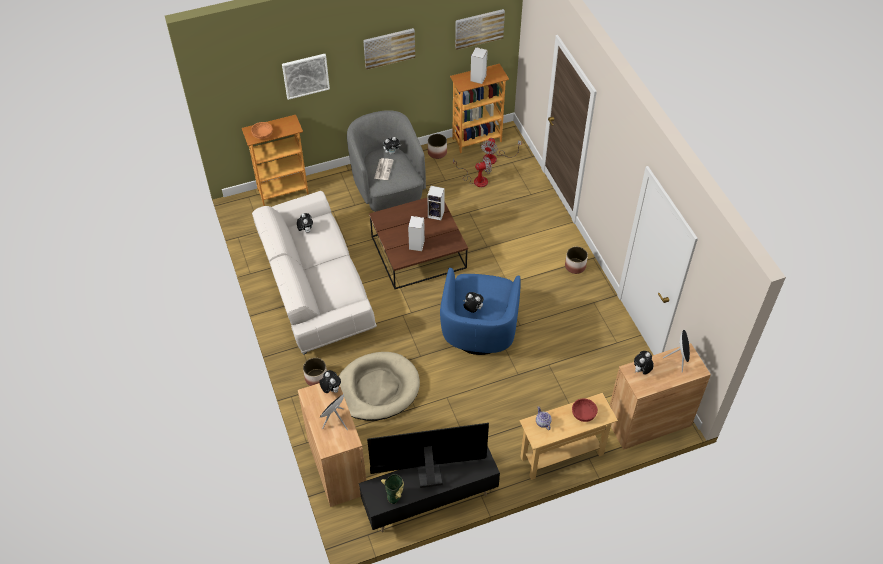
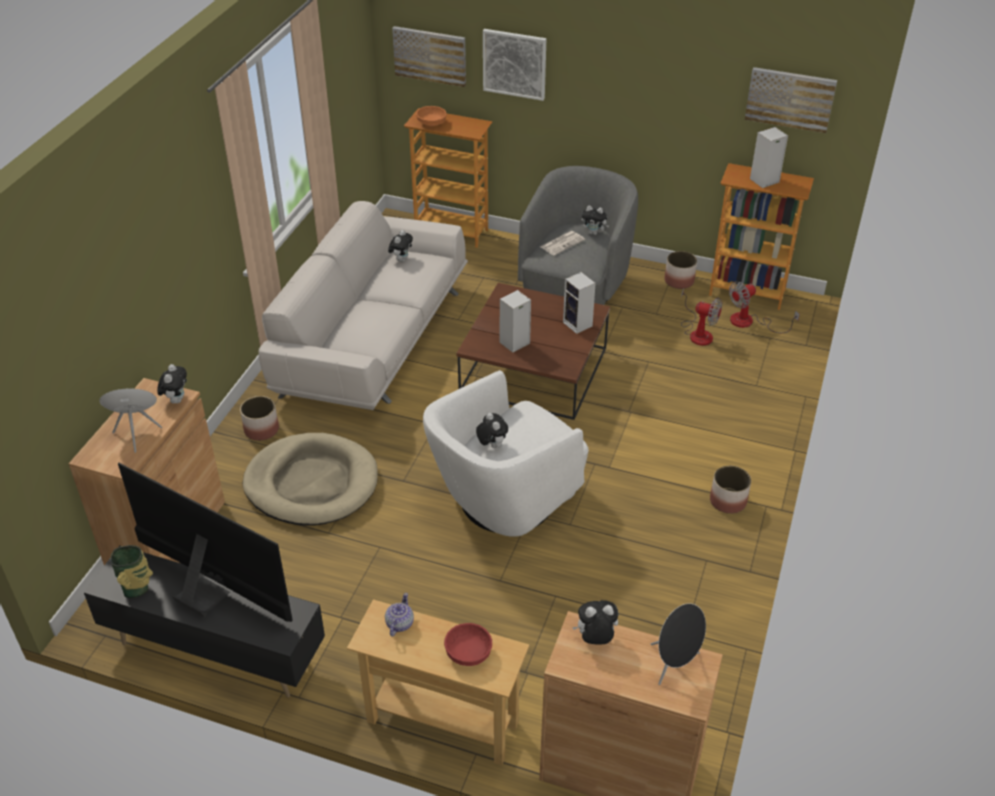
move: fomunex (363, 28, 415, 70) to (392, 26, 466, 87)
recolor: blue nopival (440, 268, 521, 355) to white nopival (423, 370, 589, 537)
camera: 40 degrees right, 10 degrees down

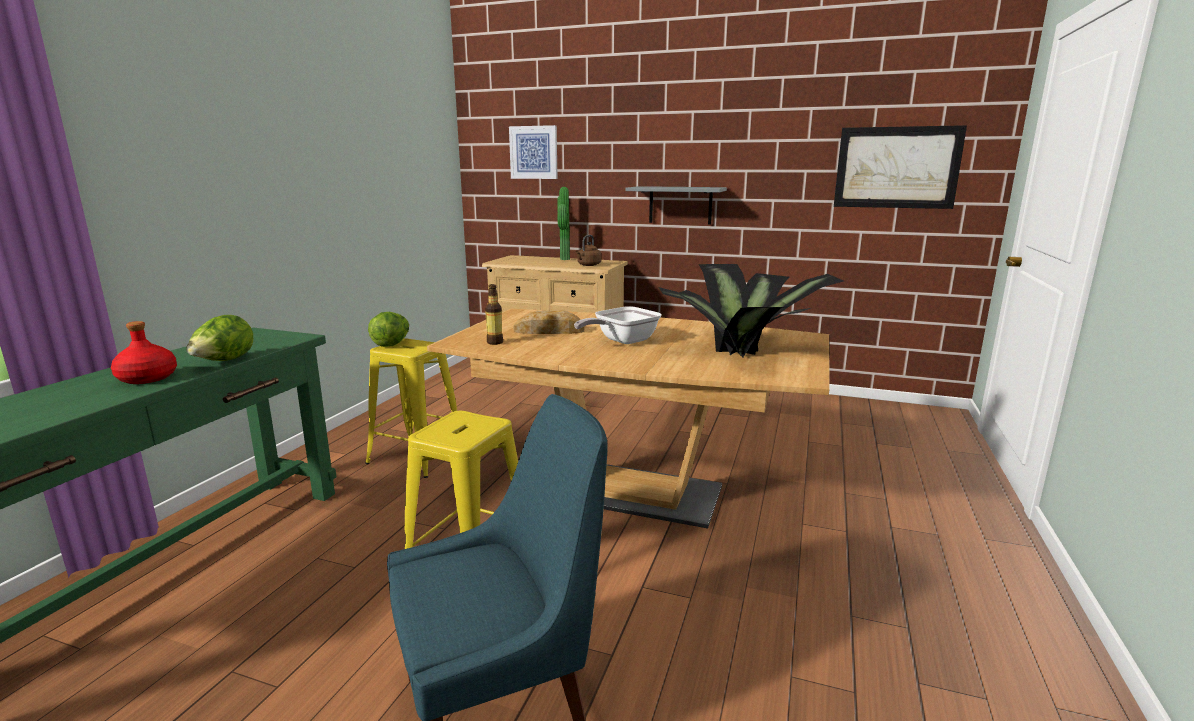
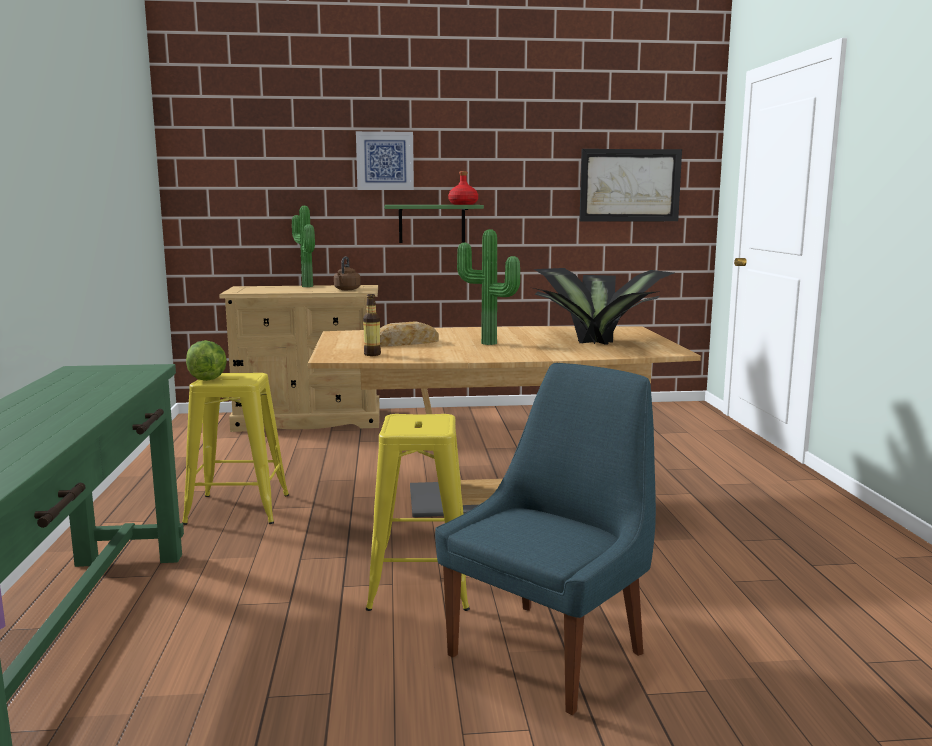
delete: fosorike (186, 315, 253, 361)
move: fomunex (509, 125, 558, 179) to (356, 131, 414, 190); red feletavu (111, 321, 177, 384) to (448, 171, 478, 205)
replace: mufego (574, 306, 662, 344) to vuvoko (457, 229, 520, 345)
recolor: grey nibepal (626, 186, 727, 225) to green nibepal (384, 205, 484, 243)
camera: 25 degrees left, 5 degrees down

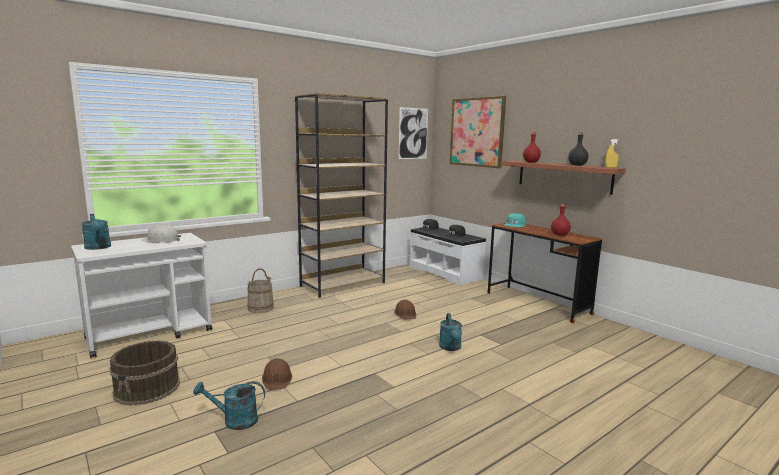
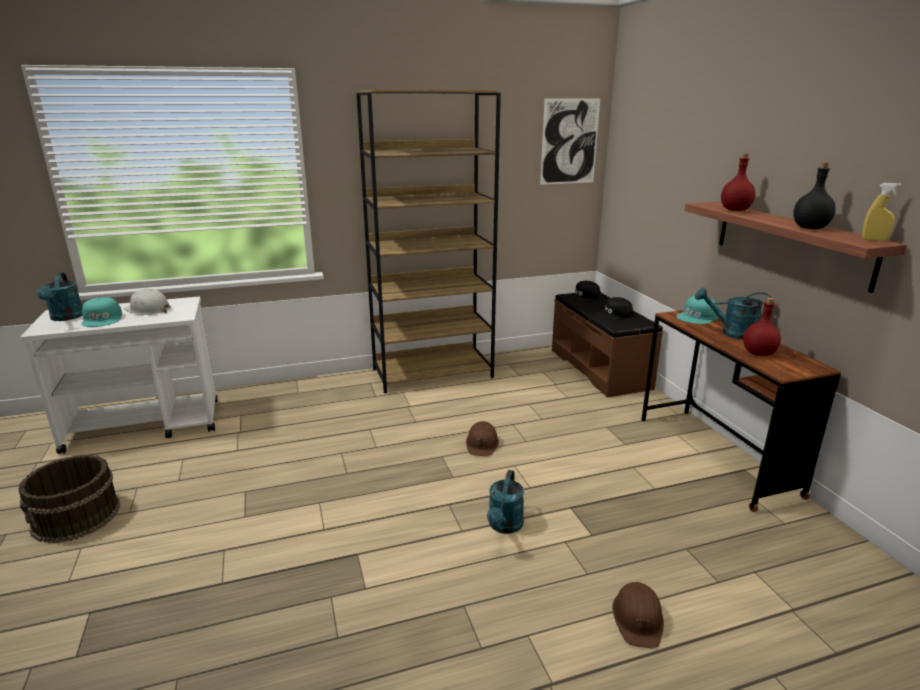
delete: fomunex (449, 96, 506, 168); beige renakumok (247, 268, 274, 313)
insert: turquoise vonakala (81, 297, 122, 327)
move: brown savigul (262, 358, 292, 390) to (612, 582, 664, 648); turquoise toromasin (193, 381, 265, 430) to (695, 287, 771, 340)
recolor: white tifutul (410, 228, 486, 285) to brown tifutul (552, 293, 663, 397)
camera: 20 degrees right, 10 degrees up

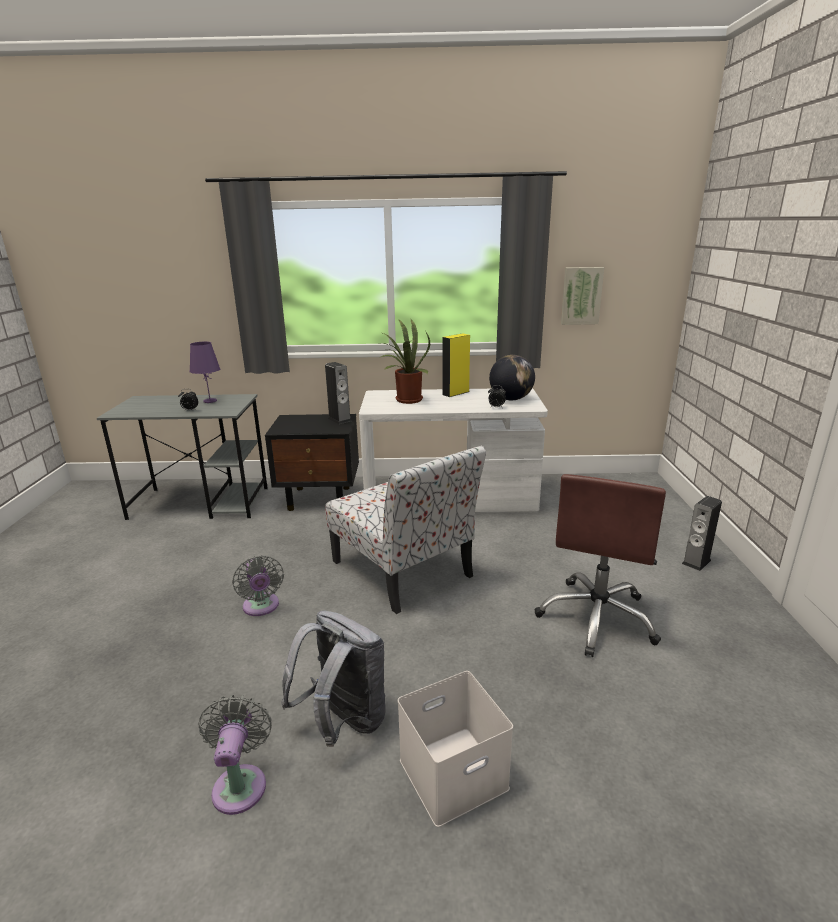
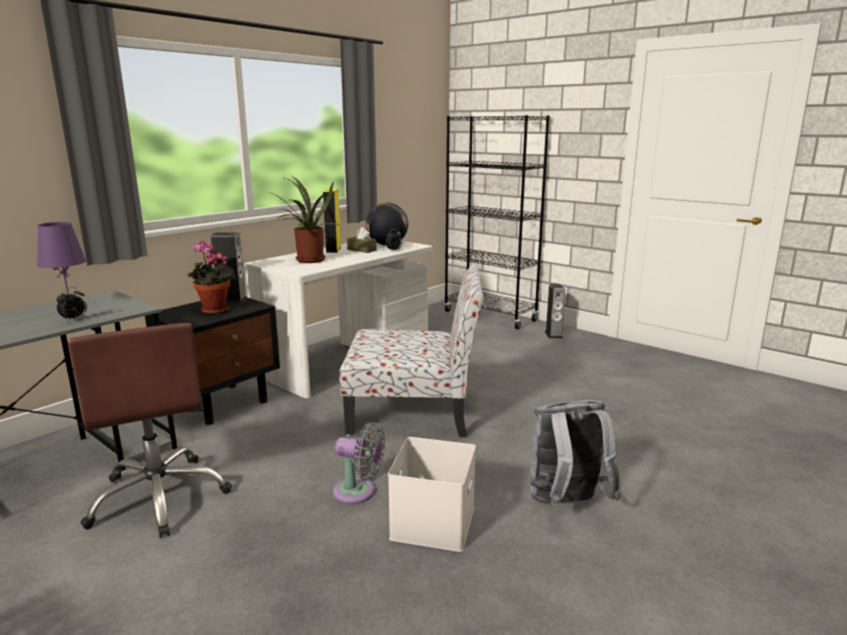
delete: fomunex (561, 267, 604, 325); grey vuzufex (199, 695, 272, 815)
insert: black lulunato (444, 115, 550, 329); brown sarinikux (347, 227, 377, 253); vuvoko (188, 241, 233, 314)
move: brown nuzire (535, 474, 666, 657) to (68, 323, 232, 538); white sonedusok (398, 671, 513, 827) to (388, 437, 476, 552)
camera: 50 degrees left, 5 degrees down

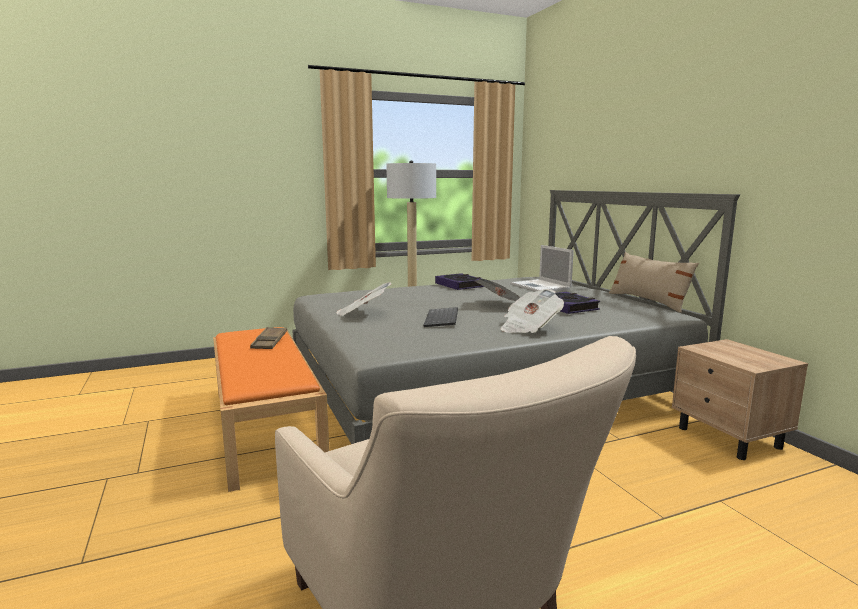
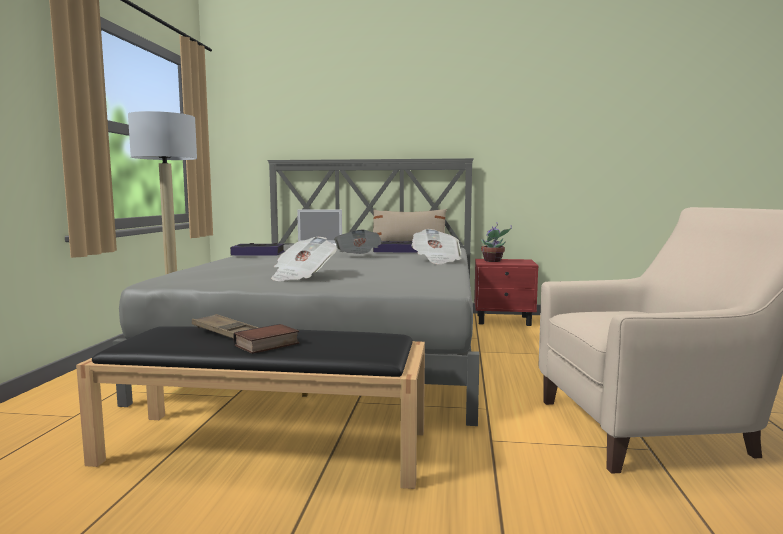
delete: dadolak (424, 307, 458, 327)
insert: vuvoko (481, 222, 512, 262); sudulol (233, 324, 299, 354)
recolor: orange tifutul (213, 327, 329, 492) to black tifutul (76, 326, 425, 489); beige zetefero (672, 339, 808, 460) to red zetefero (474, 259, 538, 326)
camera: 60 degrees left, 5 degrees down

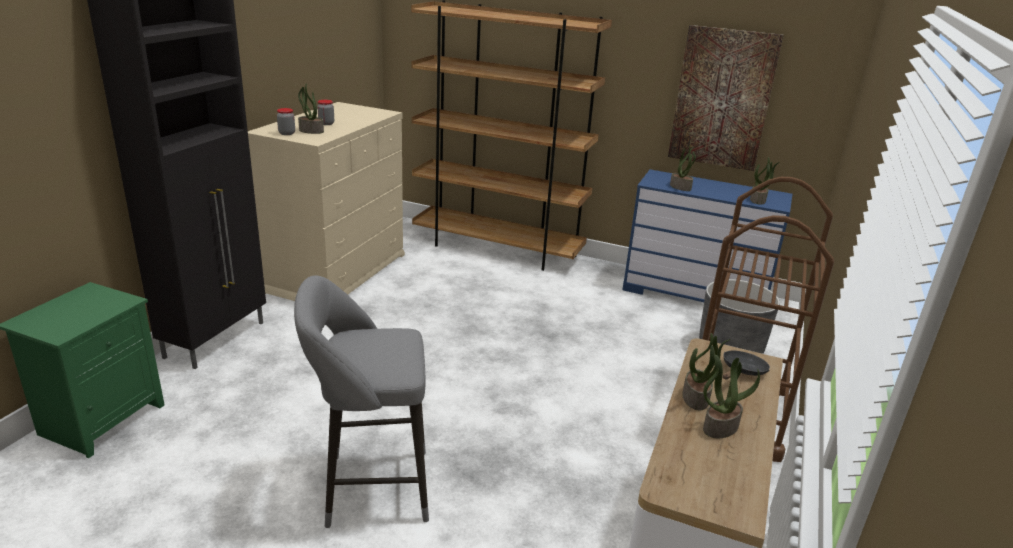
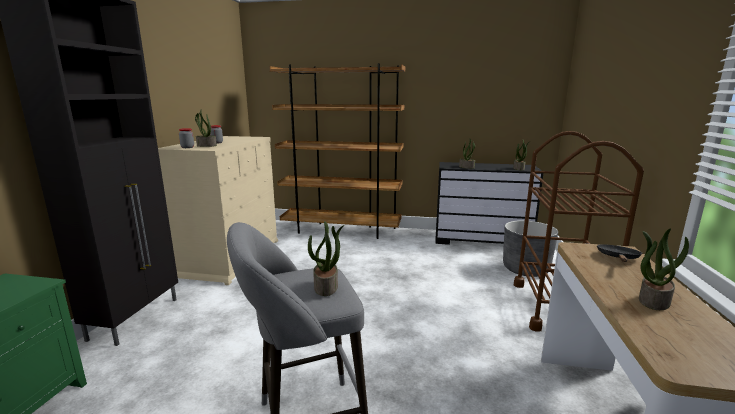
delete: fomunex (668, 25, 784, 171)
move: vuvoko (682, 333, 731, 410) to (308, 221, 344, 296)
recolor: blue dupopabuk (623, 169, 792, 302) to black dupopabuk (435, 162, 544, 245)
camera: 10 degrees left, 10 degrees down

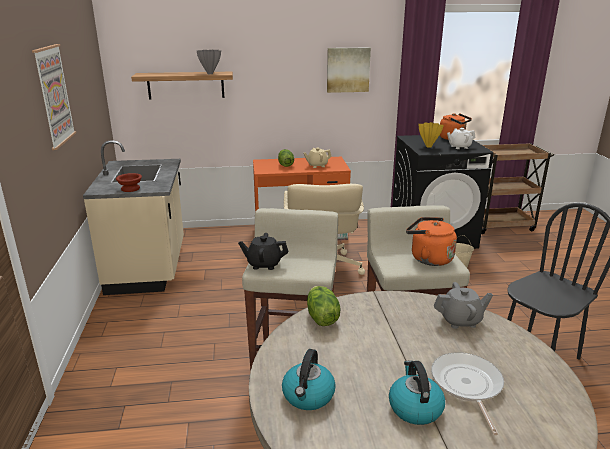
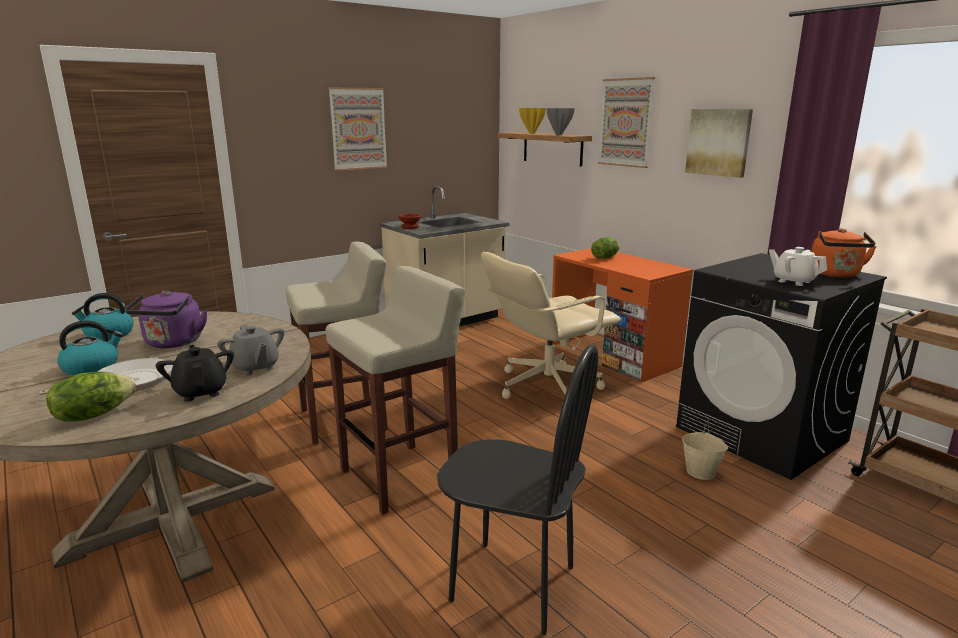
delete: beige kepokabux (303, 148, 332, 168); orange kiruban (406, 217, 457, 266)
insert: fomunex (598, 77, 655, 168); purple kiruban (125, 291, 208, 348)
move: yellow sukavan (419, 122, 444, 148) to (519, 108, 546, 134); black kepokabux (238, 233, 288, 270) to (156, 345, 234, 402); fosorike (307, 286, 341, 326) to (46, 371, 136, 422)
camera: 60 degrees right, 5 degrees down

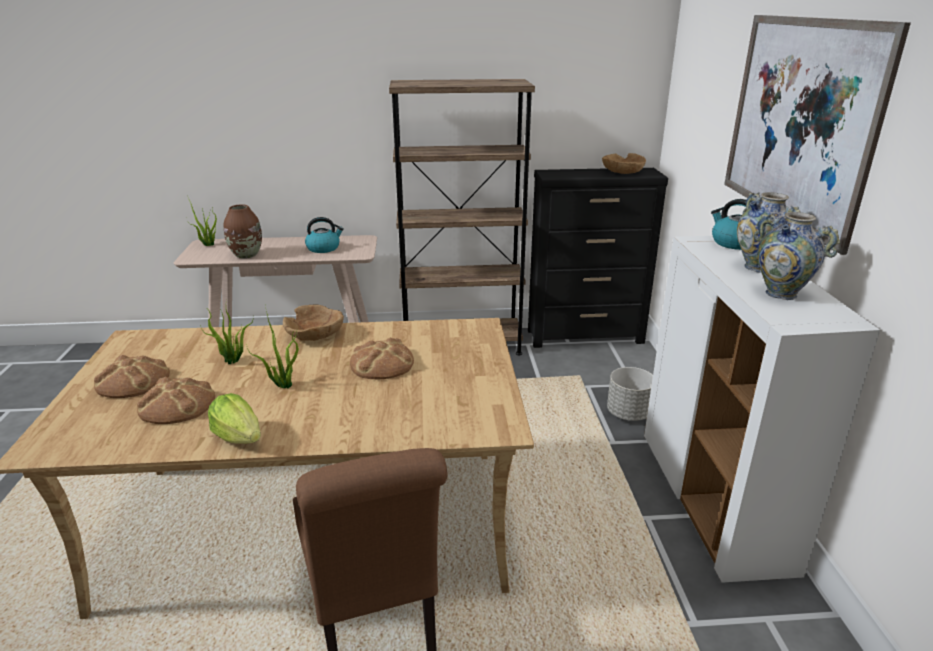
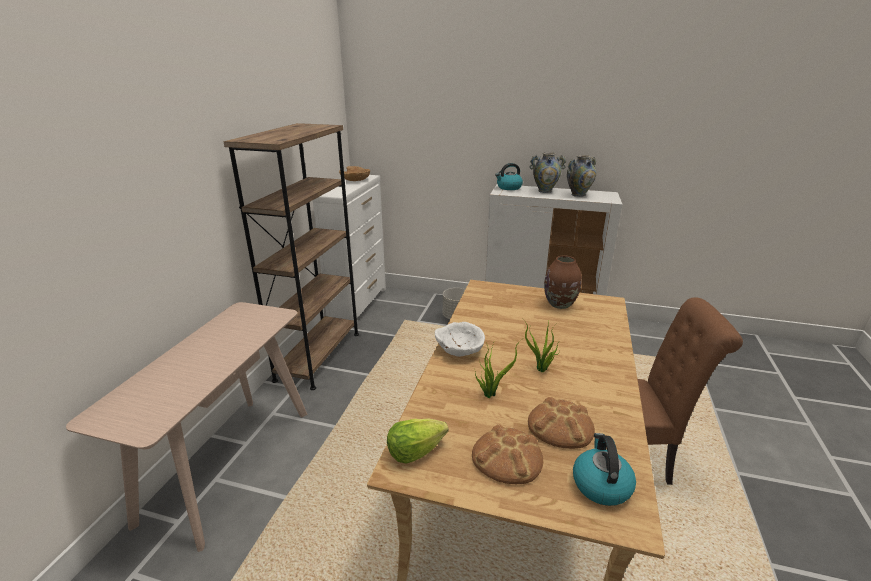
delete: fomunex (724, 15, 911, 255); vuvoko (187, 196, 217, 246); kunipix (350, 338, 414, 379)
move: brown sukavan (224, 204, 262, 259) to (544, 255, 582, 309); kiruban (305, 217, 344, 253) to (573, 433, 636, 506); fosorike (208, 393, 261, 444) to (387, 418, 449, 464)
recolor: black dupopabuk (528, 168, 668, 348) to white dupopabuk (312, 175, 386, 320); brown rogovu (283, 304, 344, 341) to white rogovu (435, 322, 485, 357)
camera: 70 degrees left, 0 degrees up

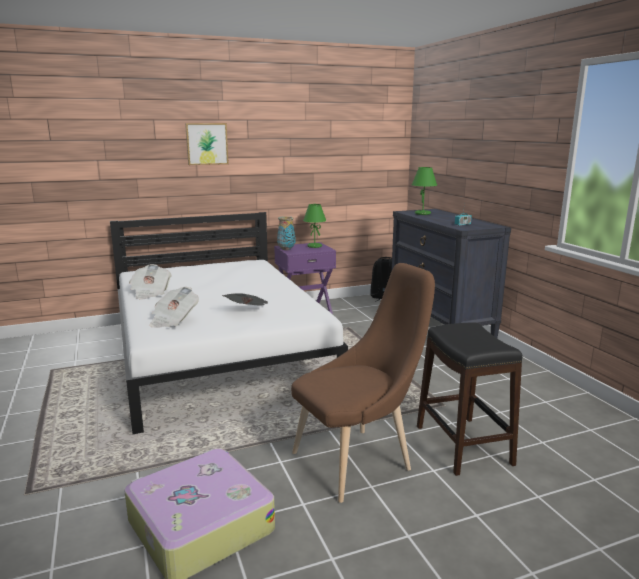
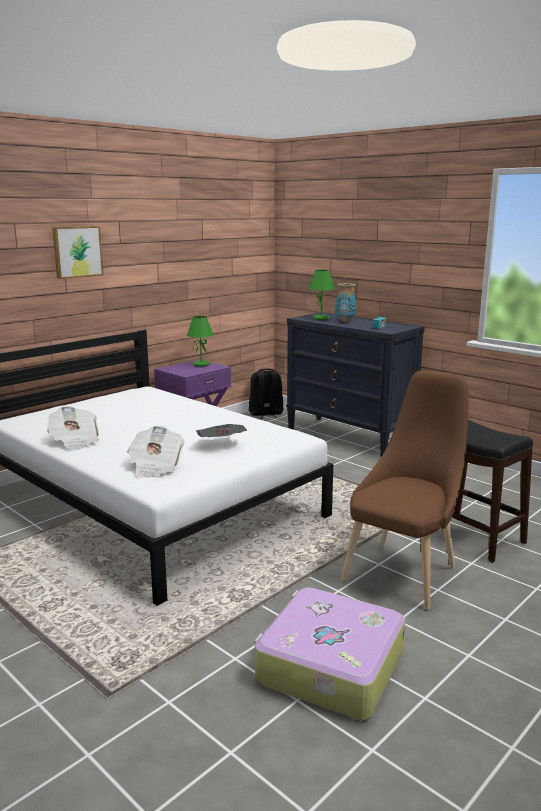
move: sukavan (277, 216, 295, 250) to (335, 283, 356, 322)
camera: 25 degrees left, 0 degrees up

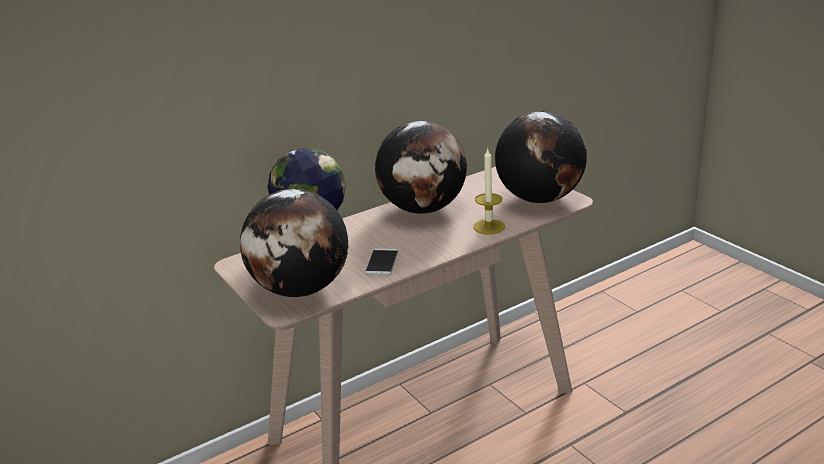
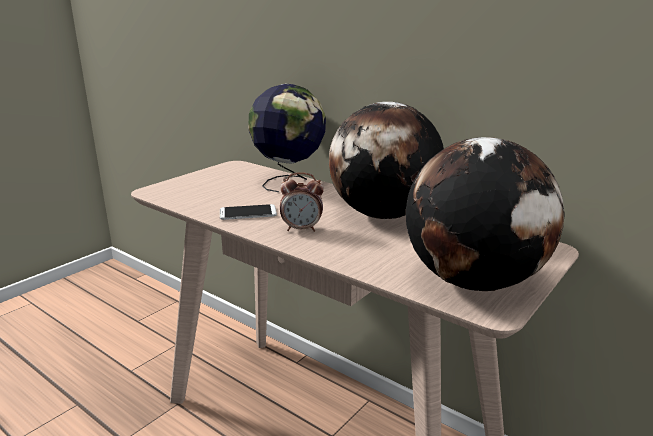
delete: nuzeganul (473, 149, 505, 235); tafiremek (240, 189, 349, 297)
insert: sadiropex (280, 172, 324, 232)
camera: 70 degrees right, 5 degrees down

